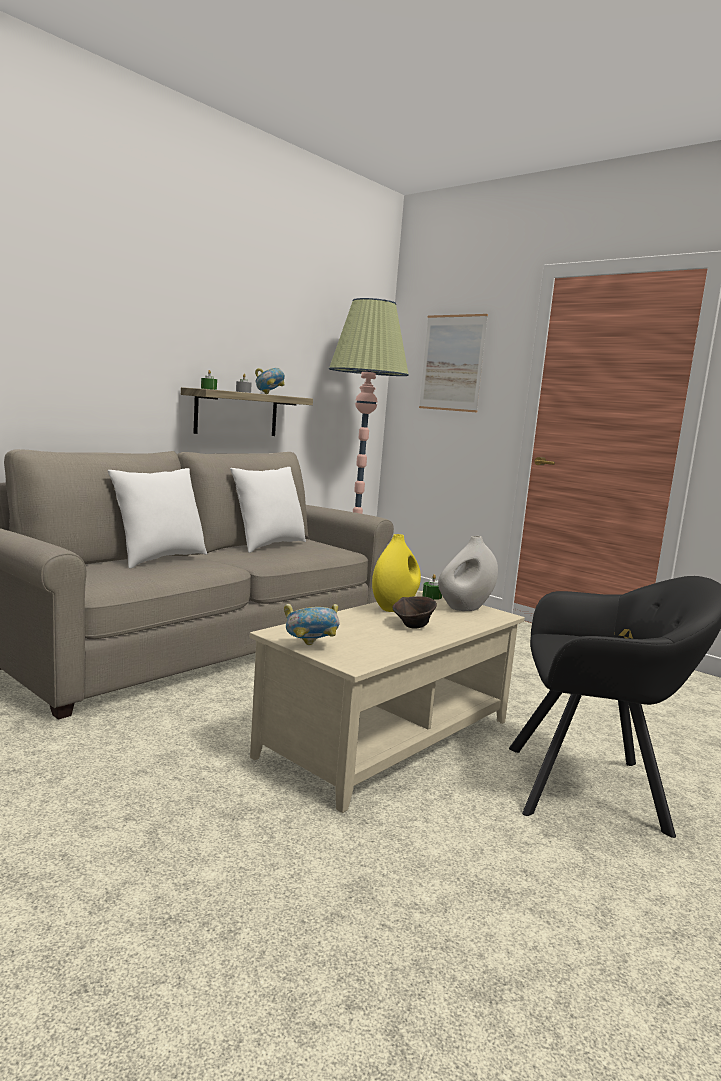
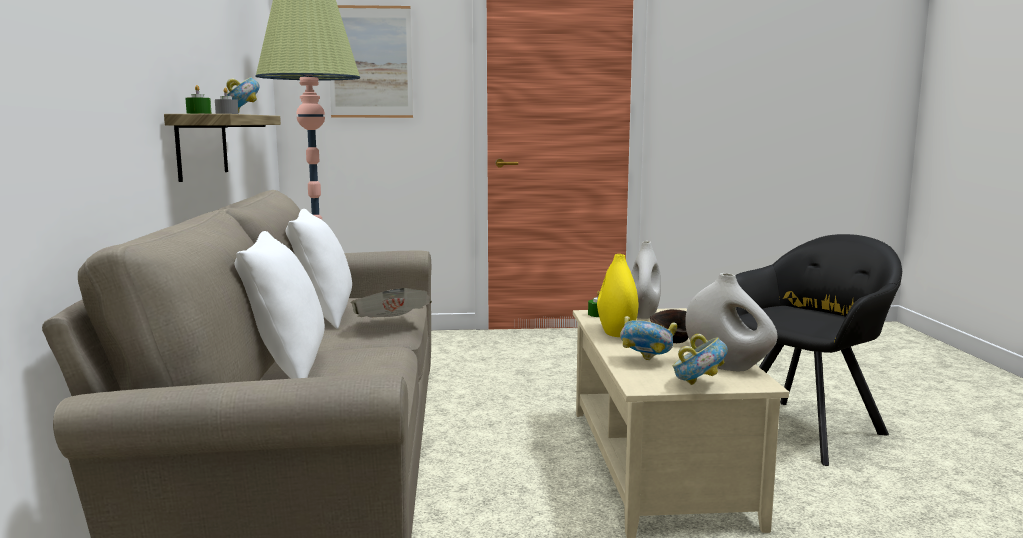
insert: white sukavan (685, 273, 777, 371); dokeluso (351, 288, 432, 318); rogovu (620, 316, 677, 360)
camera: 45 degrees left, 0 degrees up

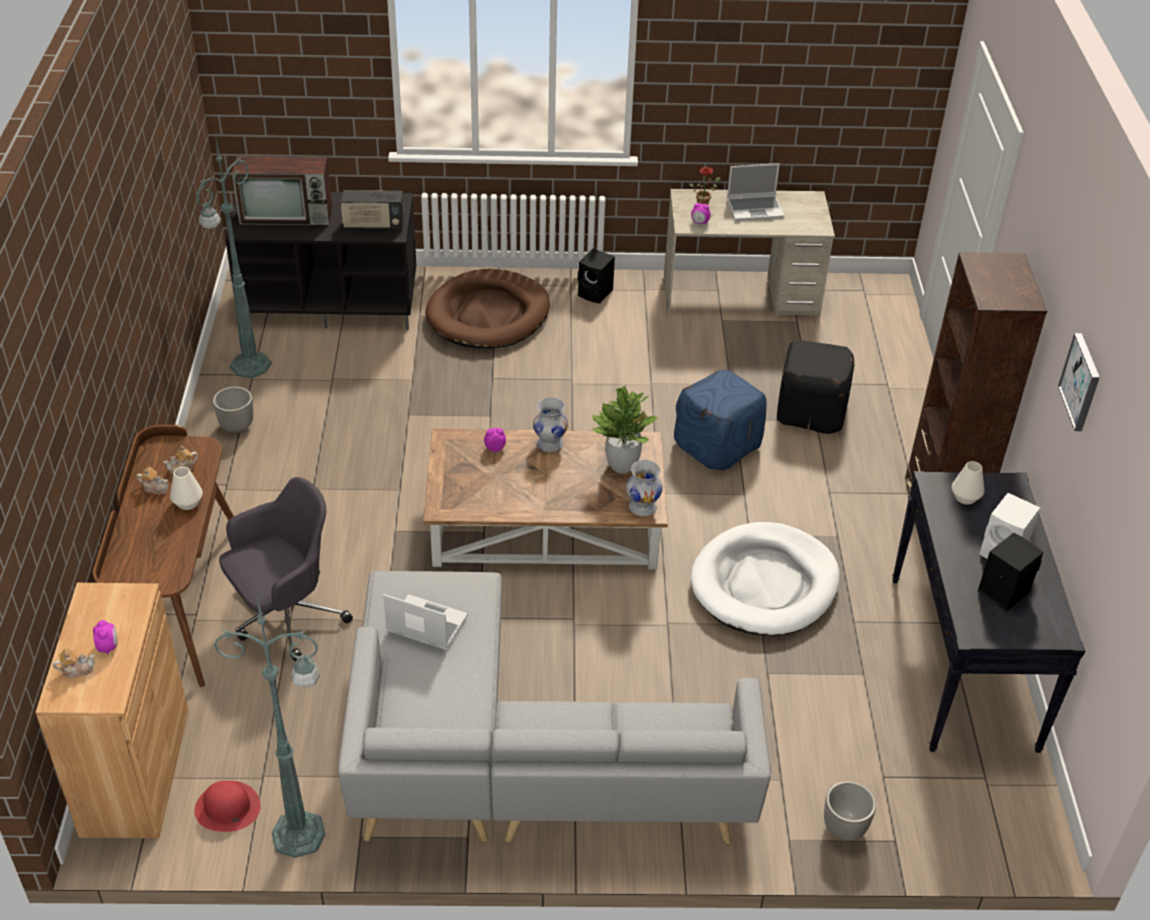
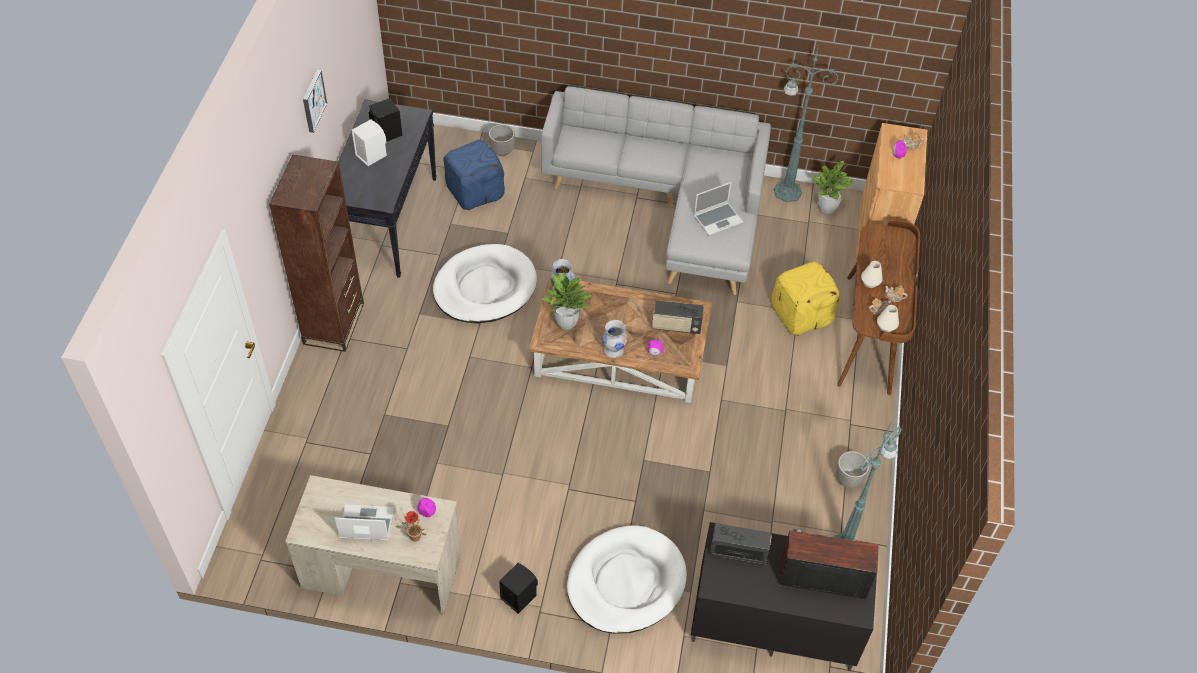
delete: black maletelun (777, 340, 854, 434)
insert: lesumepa (652, 300, 704, 334)
move: blue maletelun (674, 369, 767, 470) to (444, 140, 505, 210); white sukavan (952, 461, 984, 505) to (877, 305, 899, 332)
replace: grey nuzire (219, 477, 353, 662) to yellow maletelun (771, 261, 840, 336); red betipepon (195, 781, 261, 832) to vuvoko (812, 161, 855, 215)
recolor: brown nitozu (425, 269, 550, 349) to white nitozu (567, 525, 687, 633)
rotate: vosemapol (383, 594, 468, 650) = (693, 182, 743, 236) 60 degrees counterclockwise
camera: 170 degrees left, 10 degrees up

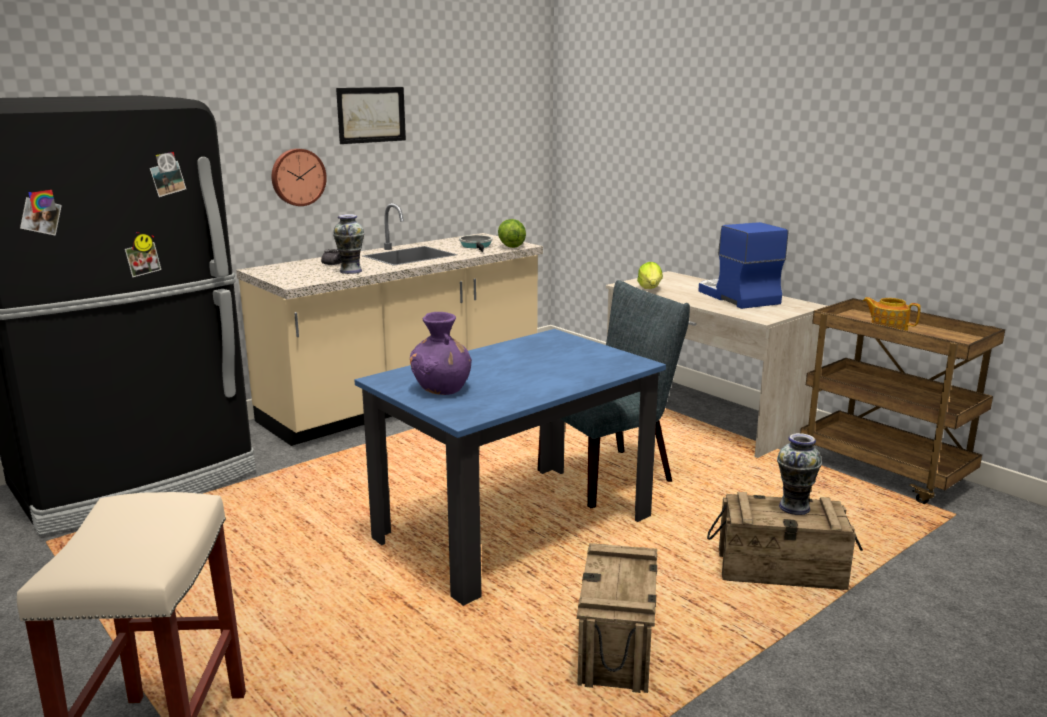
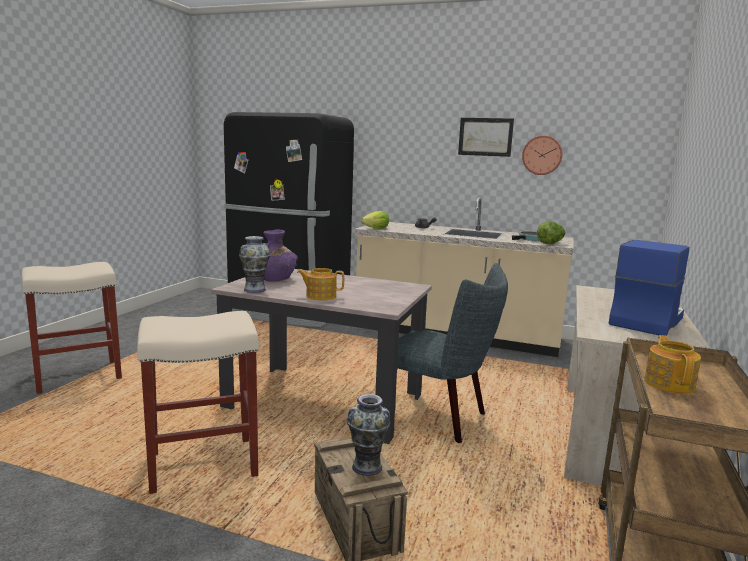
insert: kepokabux (297, 268, 344, 300)
move: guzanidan (272, 148, 327, 206) to (522, 136, 563, 175); sukavan (333, 214, 365, 274) to (239, 236, 271, 293); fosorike (637, 262, 663, 289) to (361, 211, 389, 229)
replace: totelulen (577, 543, 657, 693) to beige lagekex (137, 311, 259, 494)
recolor: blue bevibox (354, 329, 666, 606) to beige bevibox (211, 269, 432, 444)
camera: 60 degrees right, 5 degrees down

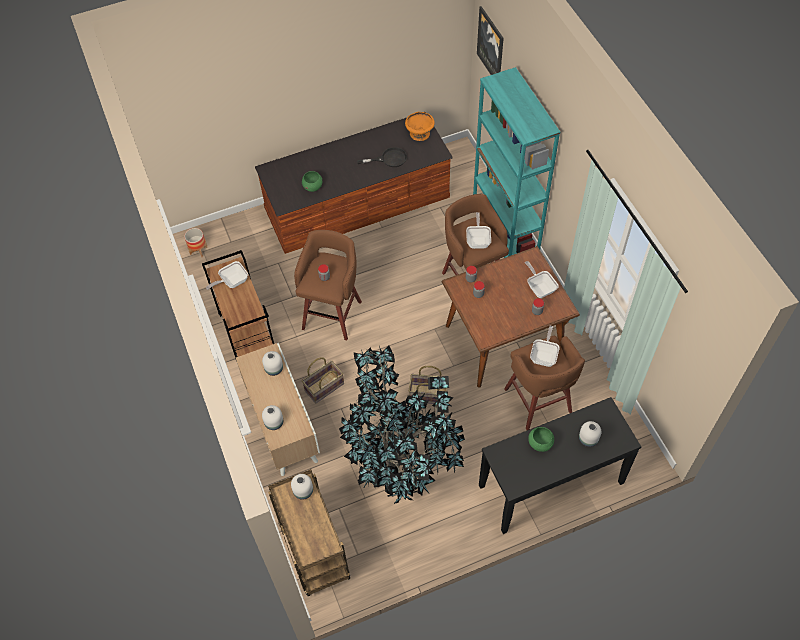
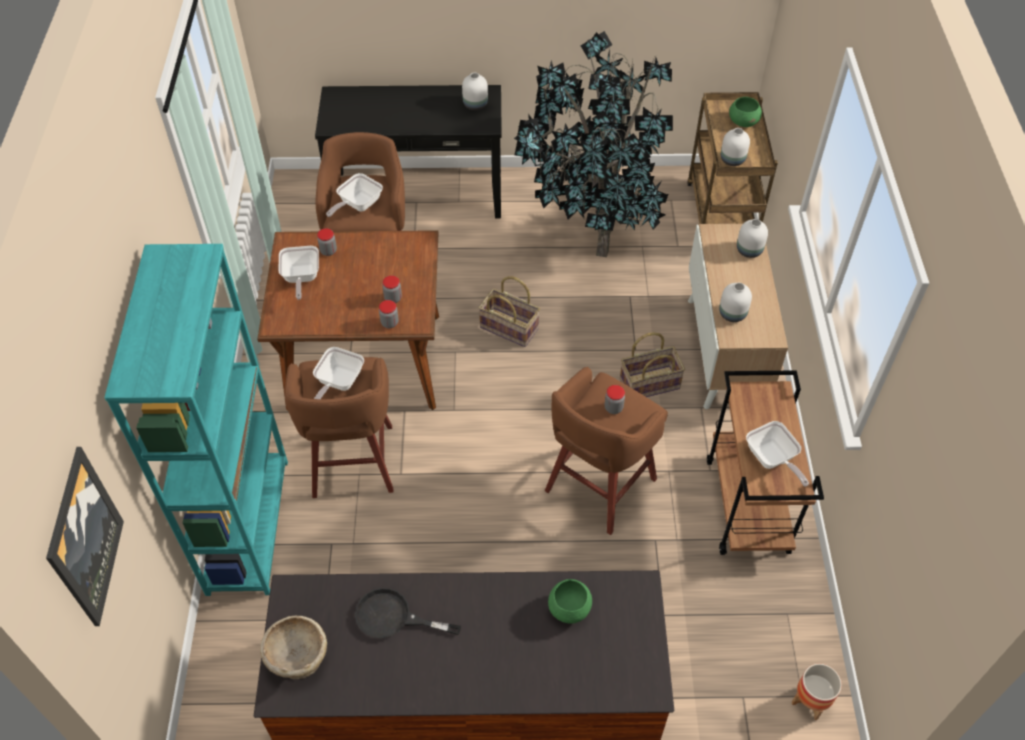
move: white sukavan (579, 421, 601, 447) to (462, 73, 488, 110); green rogovu (528, 427, 554, 452) to (729, 97, 762, 127)
recolor: orange rogovu (405, 112, 435, 141) to beige rogovu (260, 616, 327, 679)
rotate: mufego (206, 261, 248, 290) = (746, 421, 809, 487) 75 degrees clockwise
camera: 160 degrees left, 5 degrees down

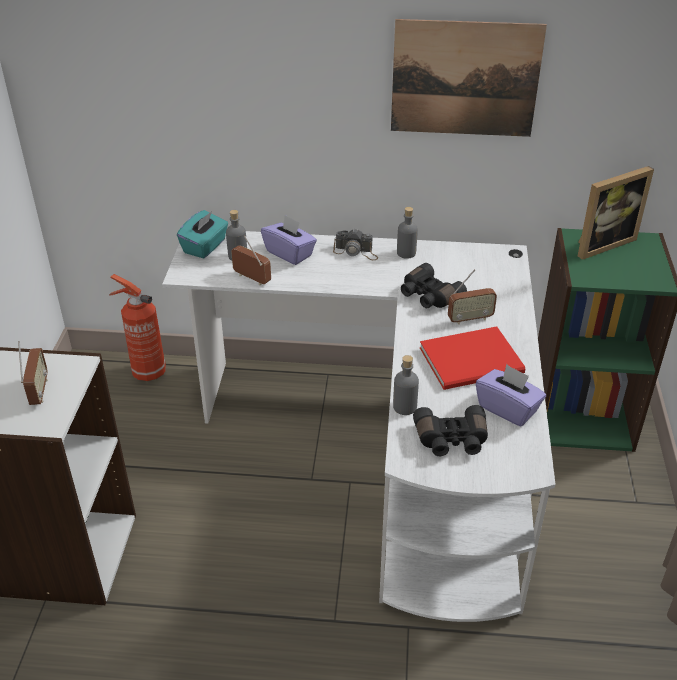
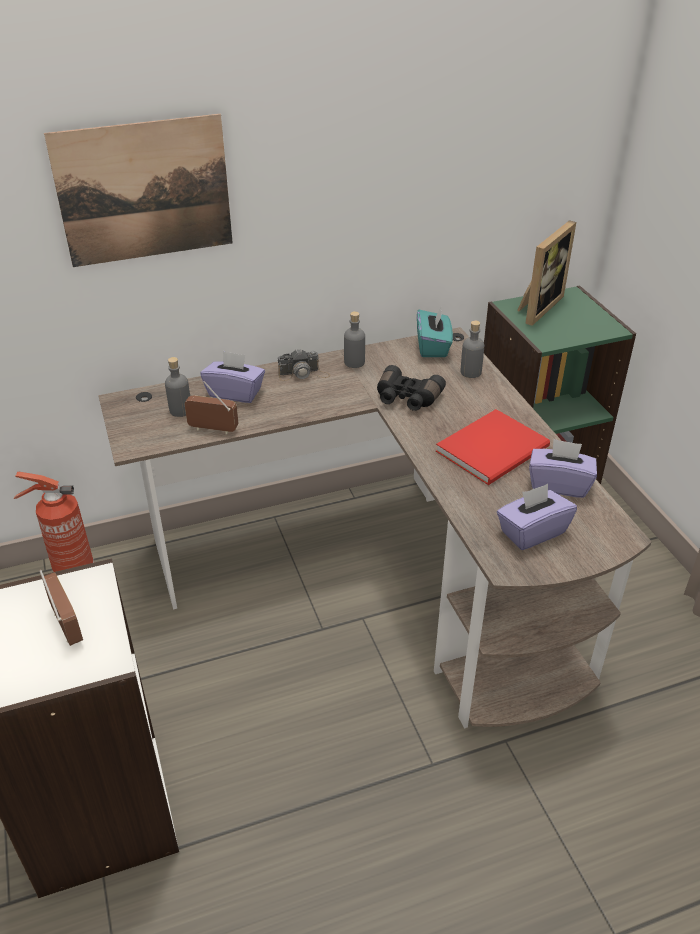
delete: lesumepa (448, 269, 497, 325)
move: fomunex (391, 19, 547, 137) to (44, 114, 233, 267); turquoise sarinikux (177, 210, 228, 258) to (417, 307, 453, 357); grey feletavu (393, 355, 419, 415) to (461, 321, 484, 378)
replace: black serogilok (413, 405, 488, 456) to purple sarinikux (497, 484, 577, 550)
recolor: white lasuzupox (162, 231, 555, 622) to brown lasuzupox (98, 327, 652, 729)
camera: 25 degrees left, 0 degrees up

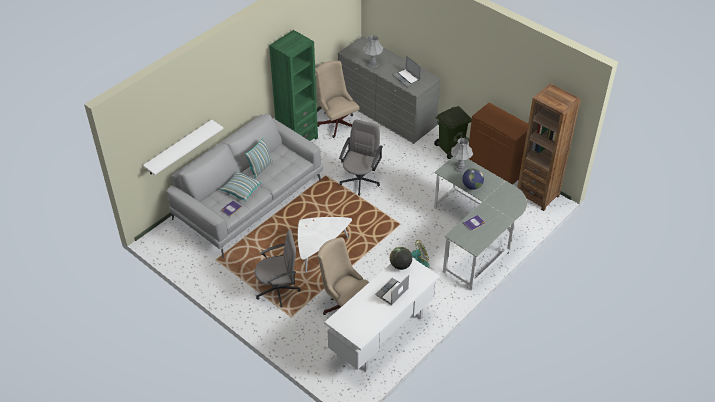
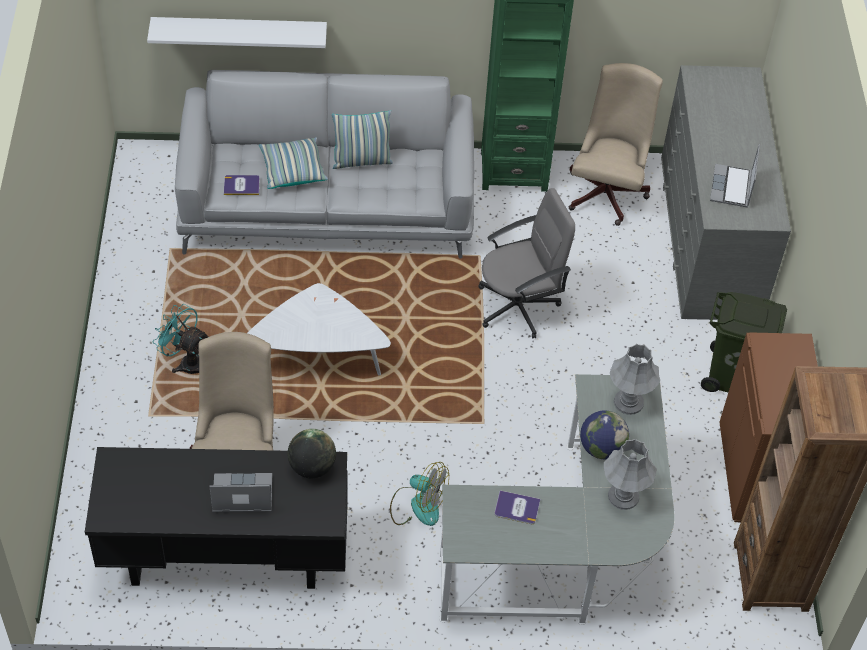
move: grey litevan (363, 35, 383, 68) to (604, 439, 657, 510)
replace: grey nuzire (255, 230, 301, 307) to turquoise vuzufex (153, 304, 209, 374)
recolor: white lasuzupox (324, 258, 440, 371) to black lasuzupox (85, 447, 348, 589)
camera: 45 degrees right, 5 degrees up

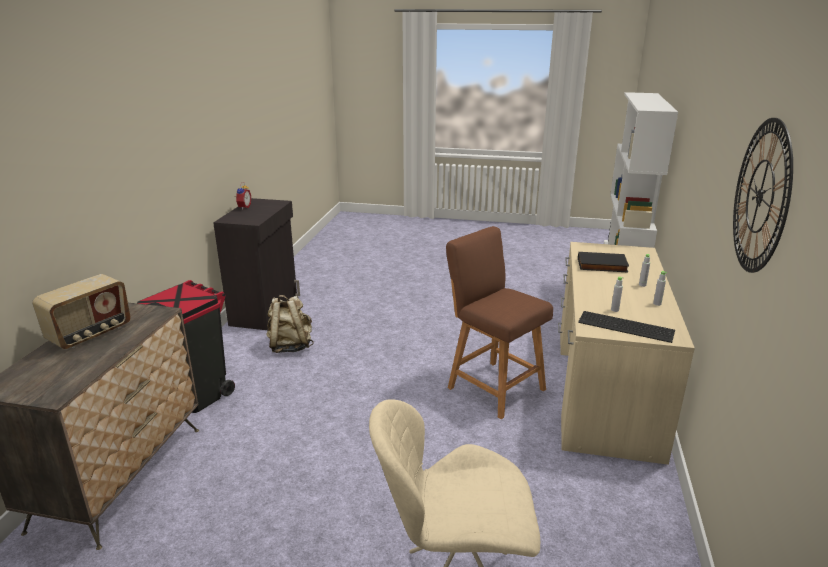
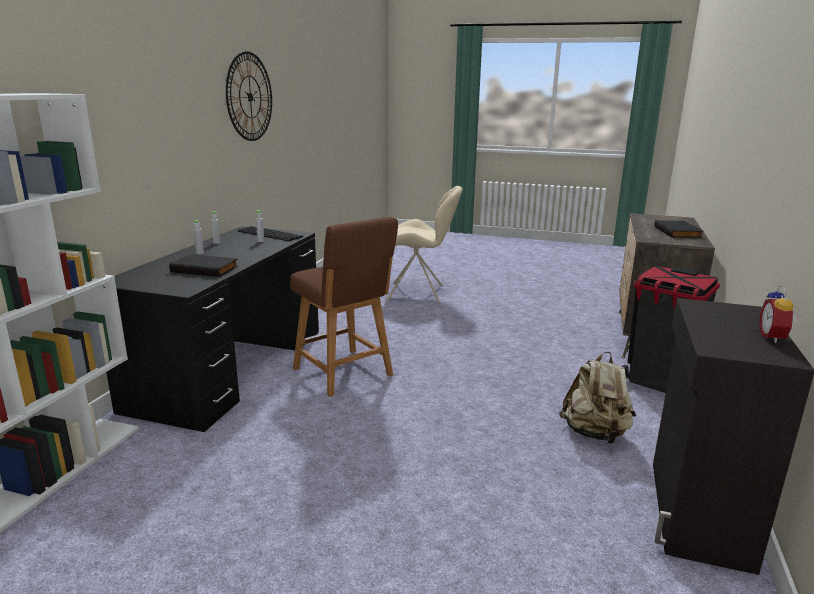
replace: lesumepa (32, 274, 131, 349) to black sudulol (654, 220, 704, 238)
recolor: beige lasuzupox (558, 242, 695, 465) to black lasuzupox (106, 226, 319, 432)
camera: 175 degrees left, 5 degrees down

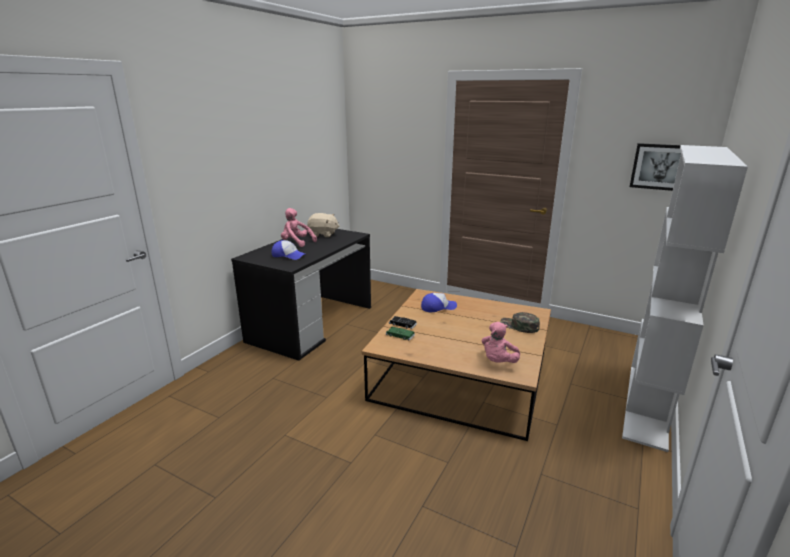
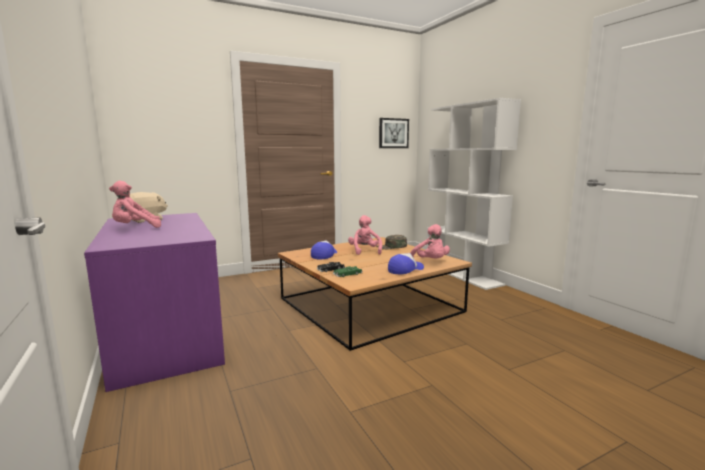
insert: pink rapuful (348, 215, 382, 255)
move: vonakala (272, 240, 306, 260) to (388, 253, 424, 274)
recolor: black lasuzupox (231, 229, 371, 361) to purple lasuzupox (84, 213, 225, 392)
camera: 55 degrees left, 10 degrees down

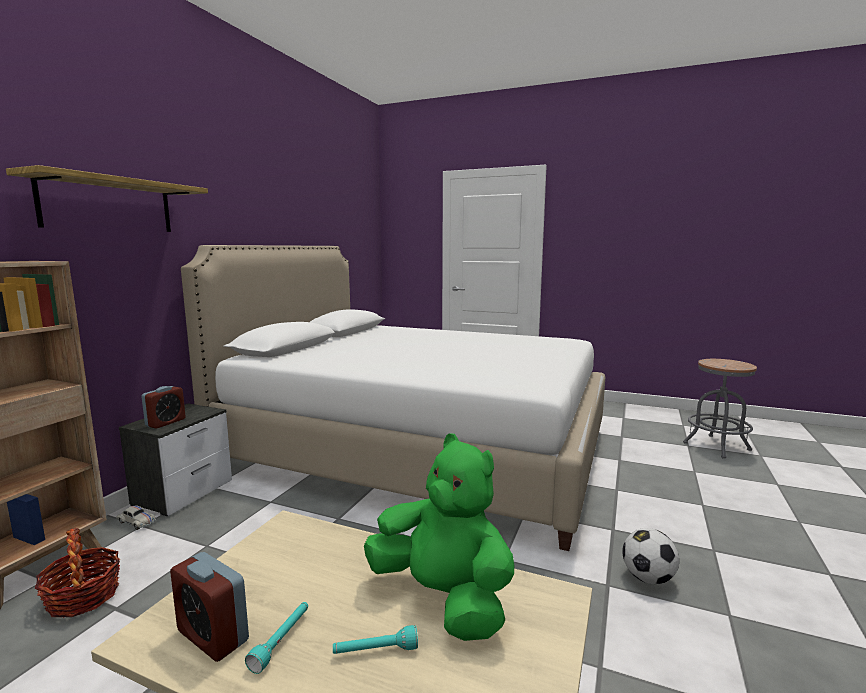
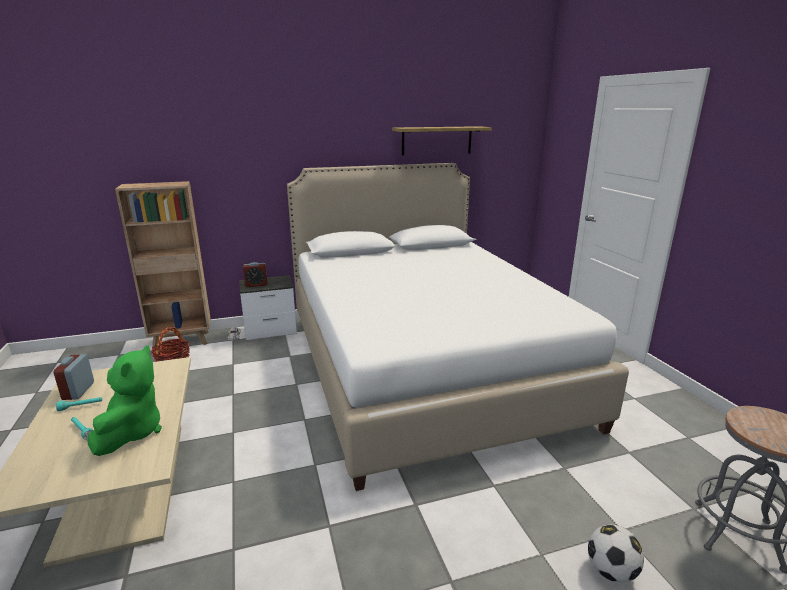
move: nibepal (6, 165, 208, 232) to (392, 126, 492, 156); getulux (622, 528, 679, 584) to (588, 525, 644, 582)
camera: 50 degrees right, 10 degrees up

